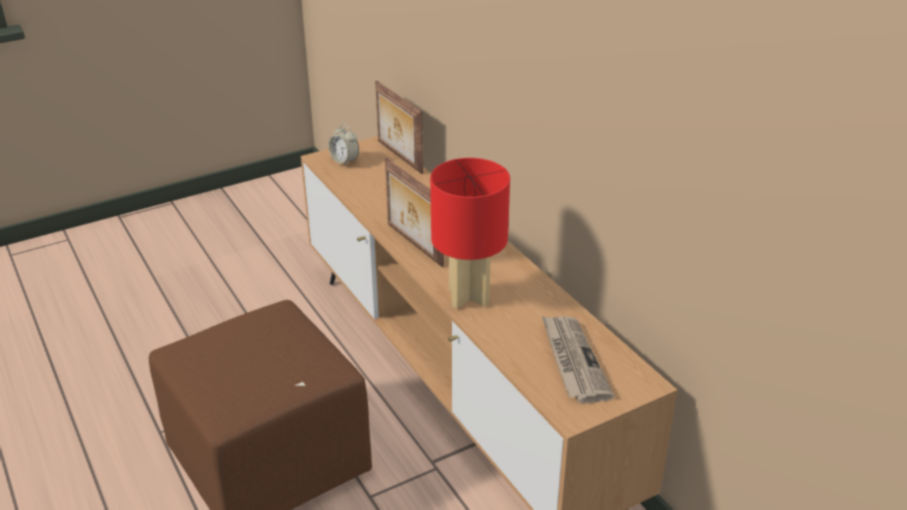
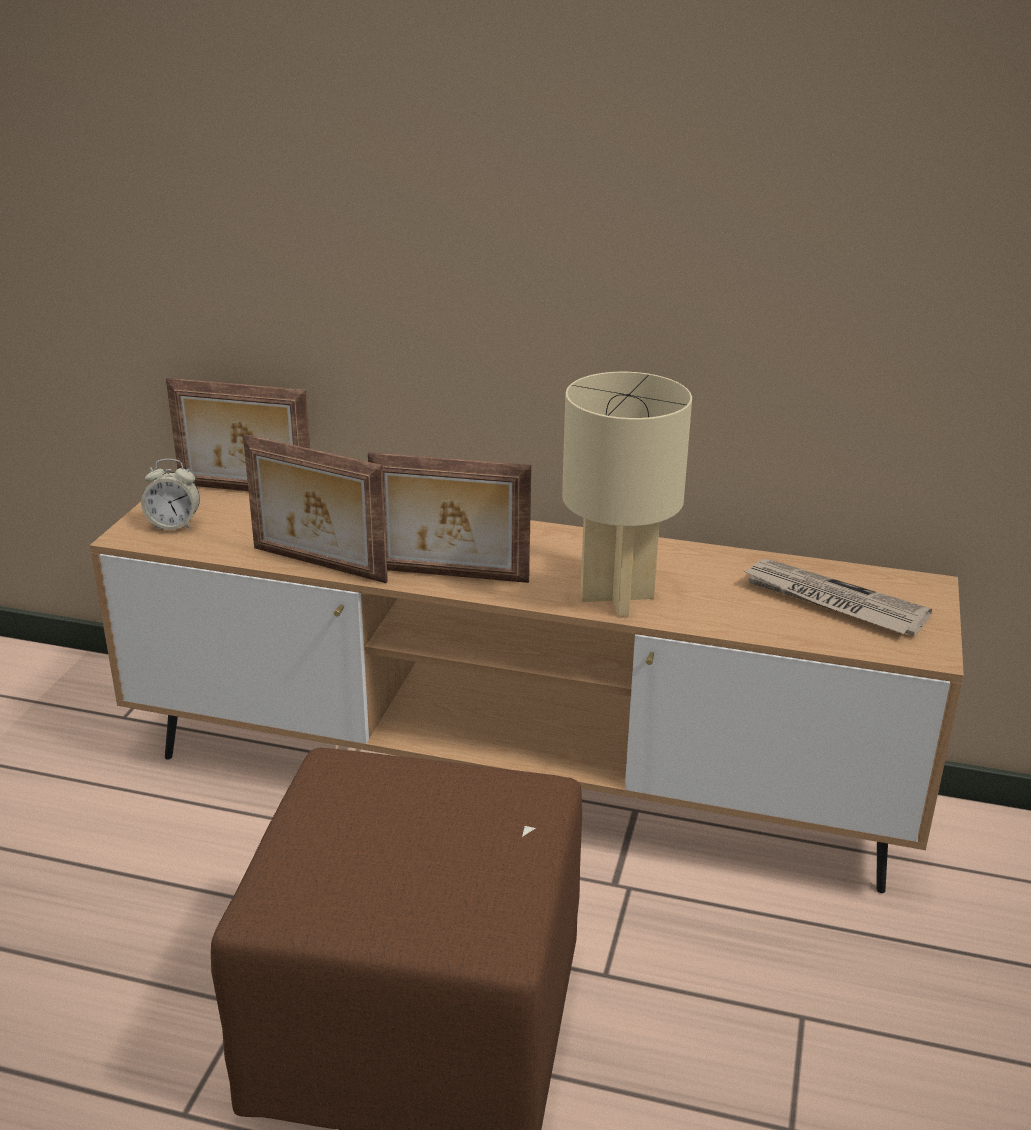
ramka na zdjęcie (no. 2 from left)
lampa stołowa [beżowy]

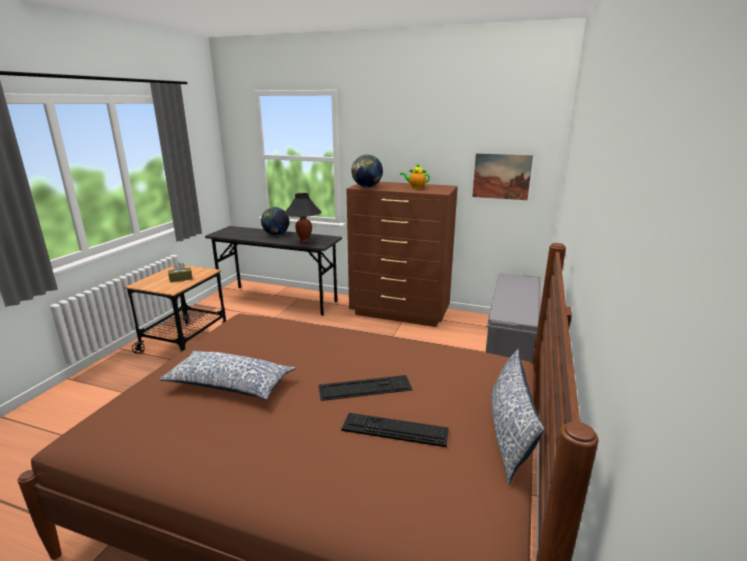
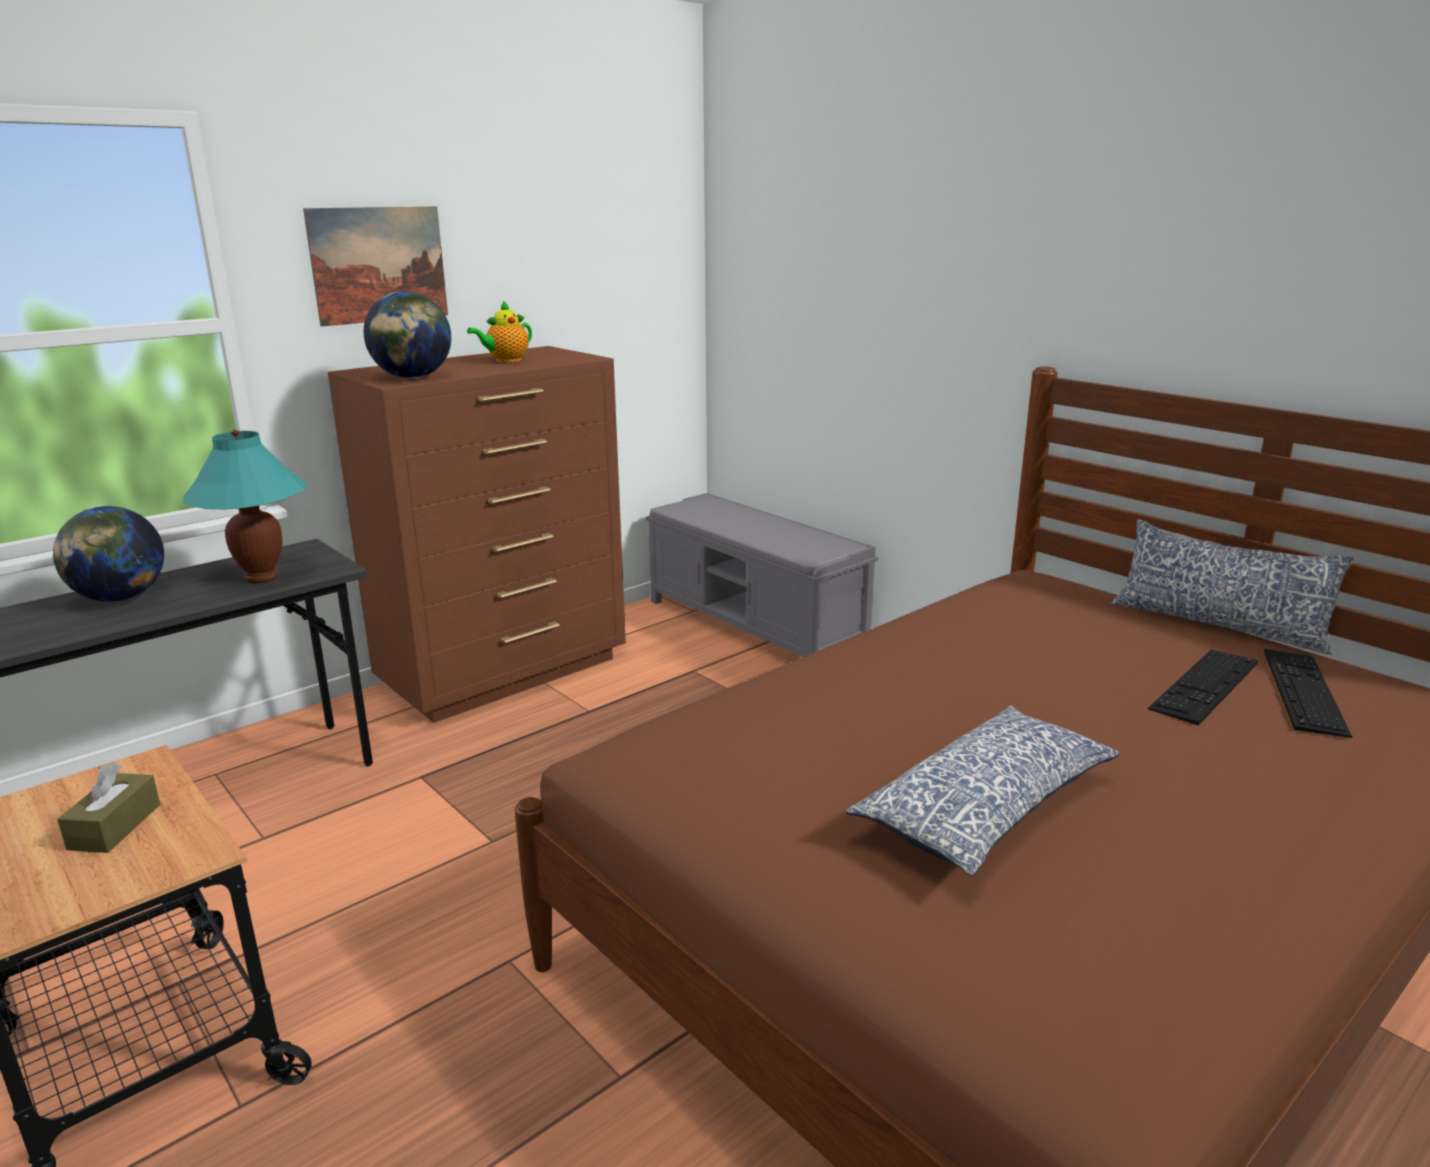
klawiatura (no. 2 from left)
obraz
lampa stołowa [turkusowy]

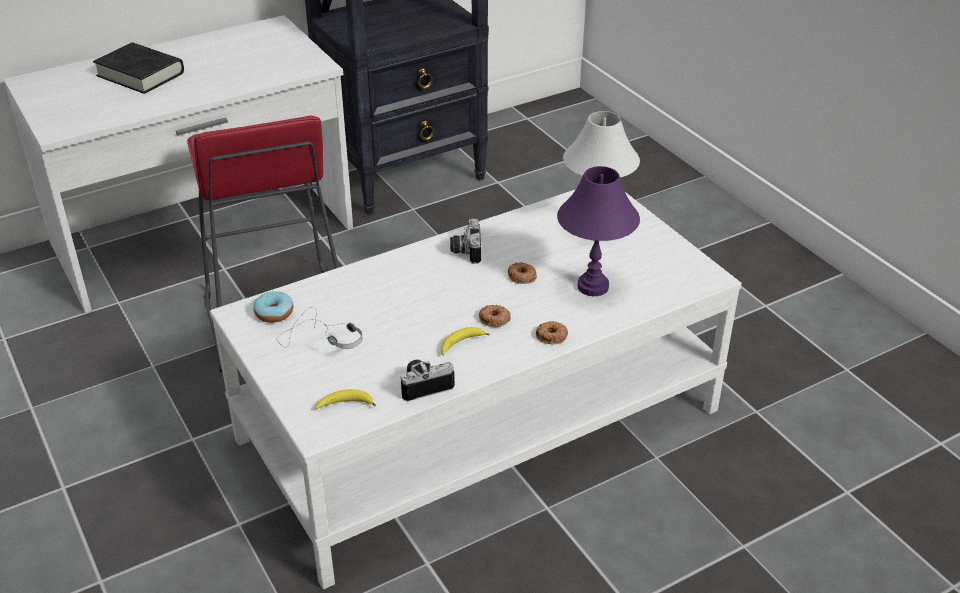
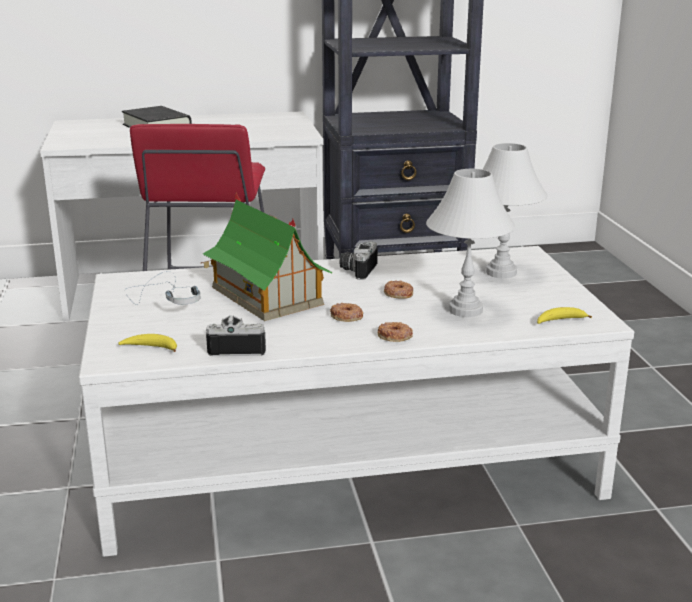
donut (no. 1 from left in the first image)
domek
banan (no. 2 from left)
lampa stołowa [biały] (no. 1 from left)

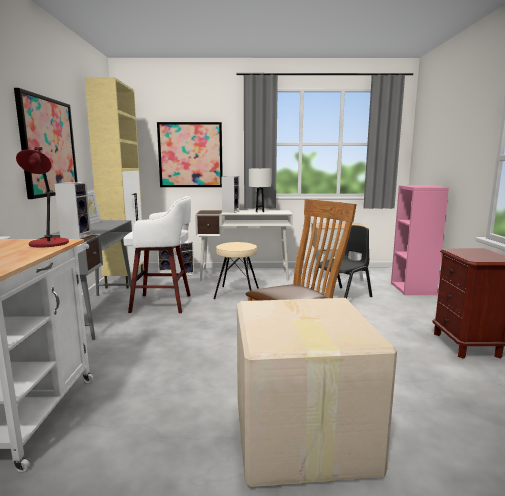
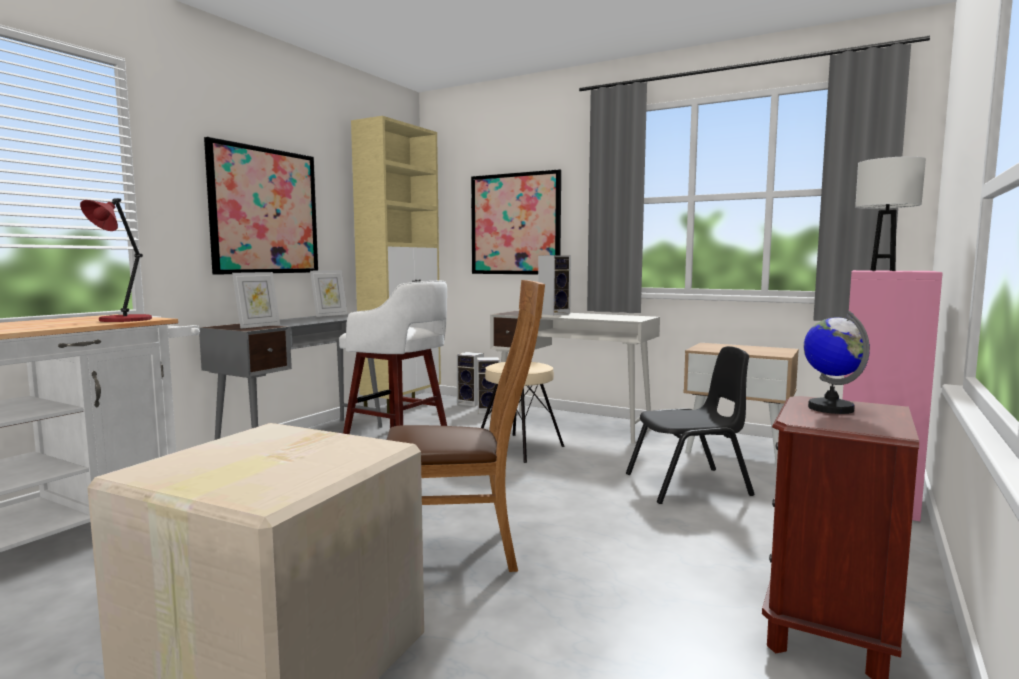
globus
lampa stołowa [biały]
ramka na zdjęcie (no. 1 from left)

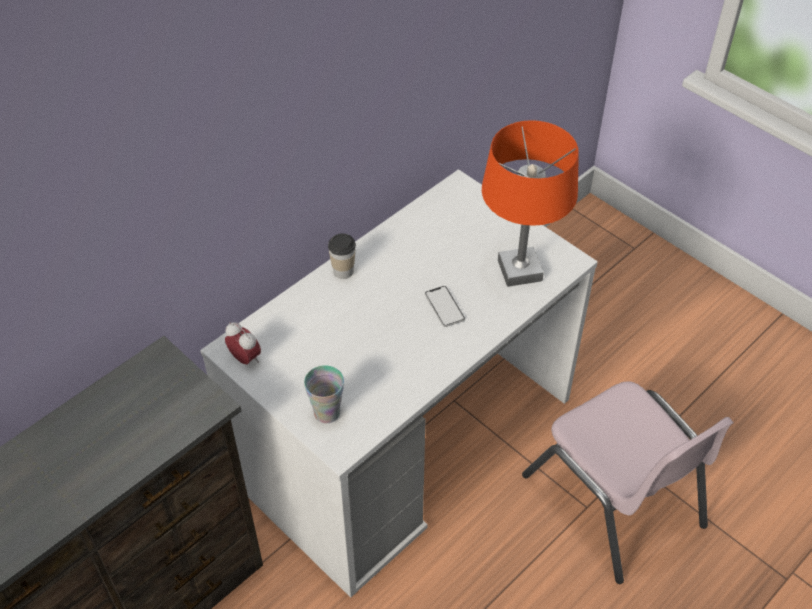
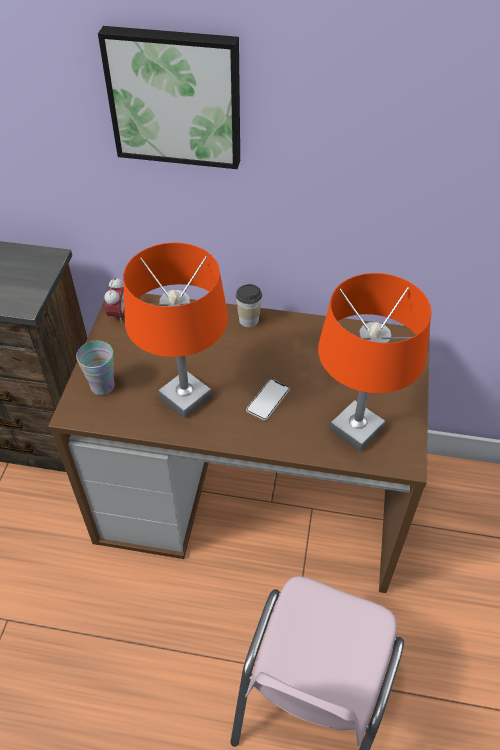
obraz
lampa stołowa [pomarańczowy] (no. 1 from left)
biurko [brązowy]

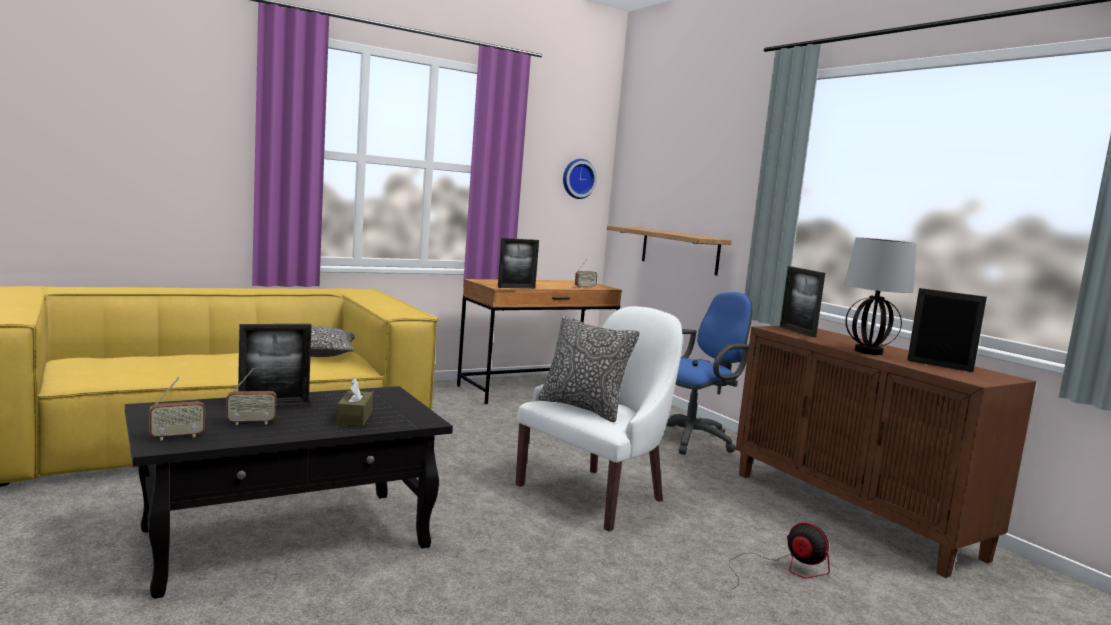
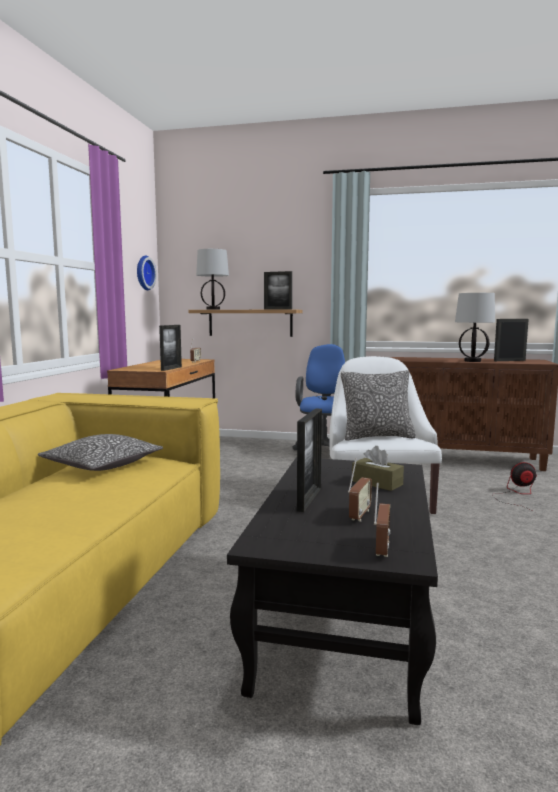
lampa stołowa (no. 1 from left)
ramka na zdjęcie (no. 2 from left)

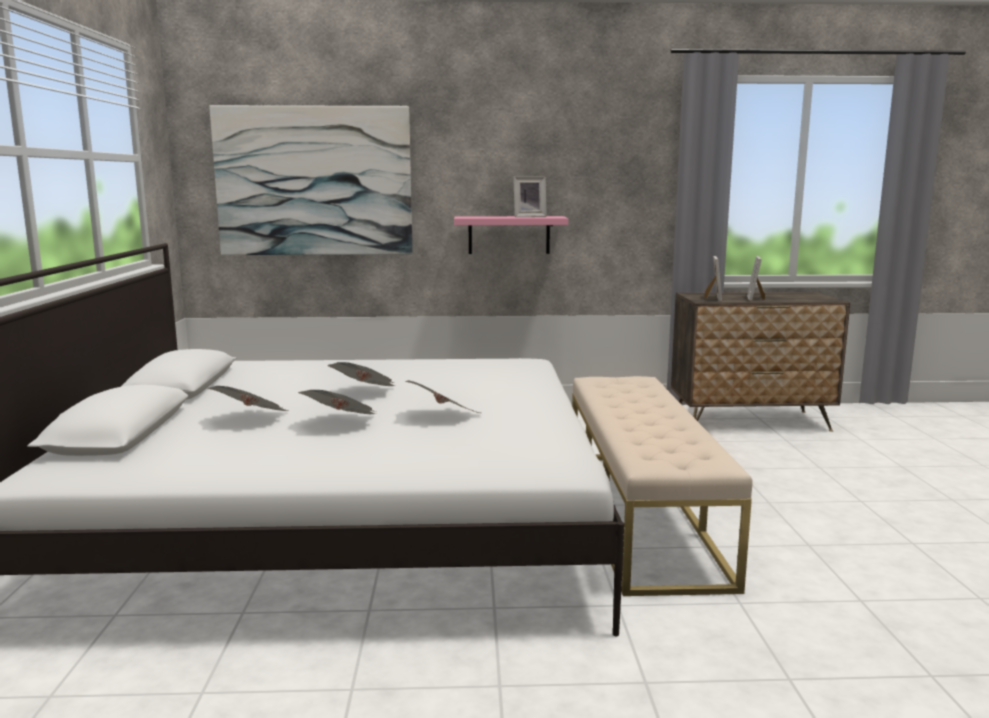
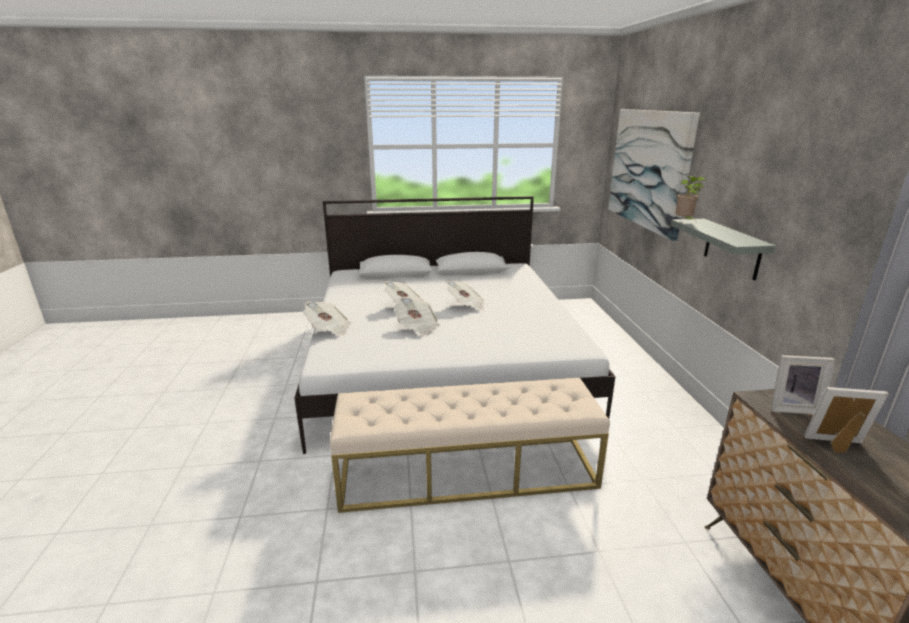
ramka na zdjęcie (no. 1 from left in the first image)
roślina doniczkowa
gazeta (no. 1 from left)
półka [szary]

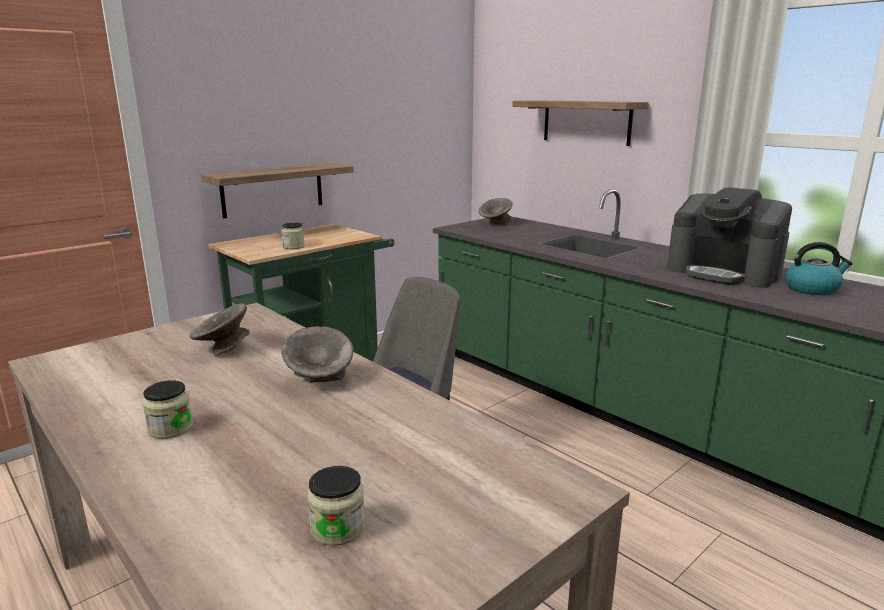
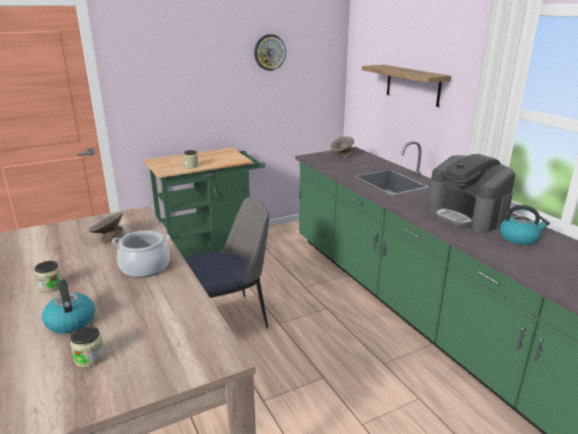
półka (no. 1 from left in the first image)
czajnik (no. 1 from left)
zegar ścienny
garnek

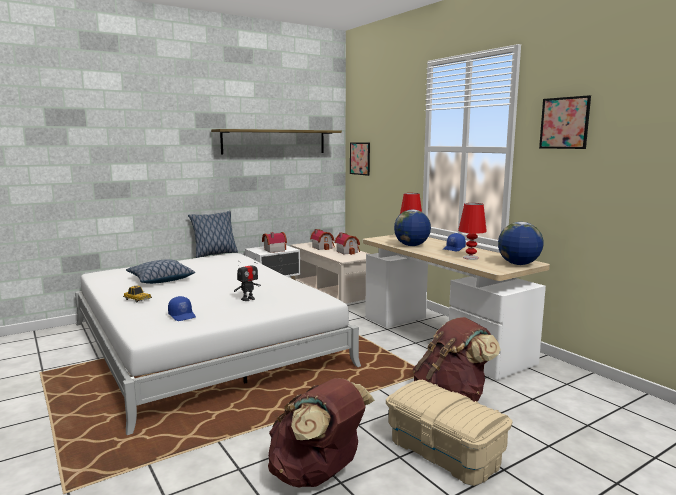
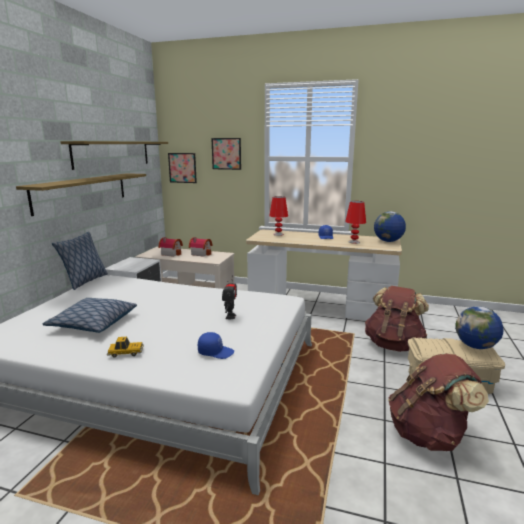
domek (no. 1 from left in the first image)
półka (no. 1 from left)
globus (no. 2 from left)
obraz (no. 2 from left)

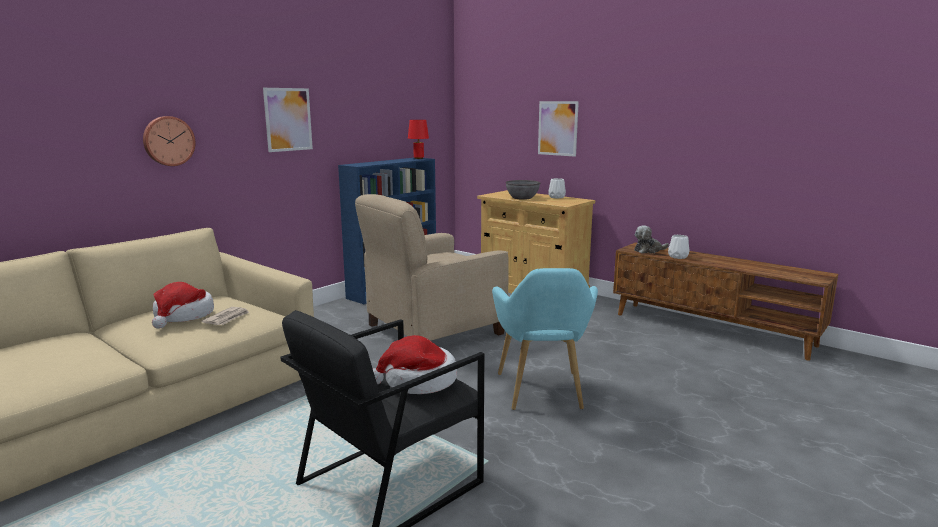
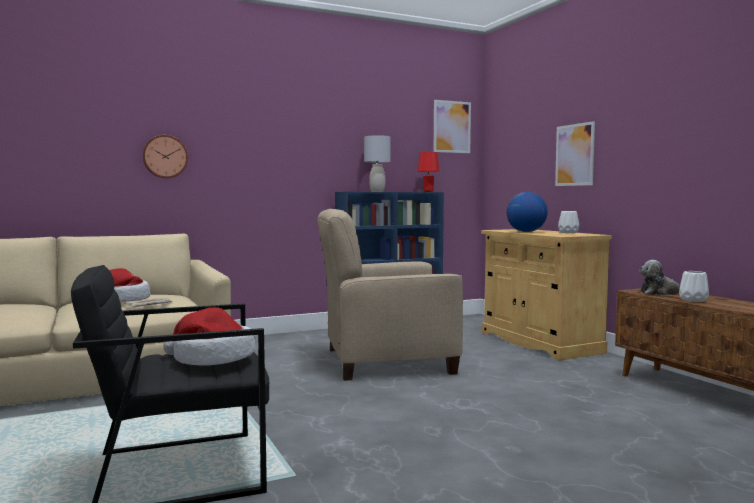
fotel [turkusowy]
lampa stołowa [szary]
obraz (no. 1 from left)
globus

